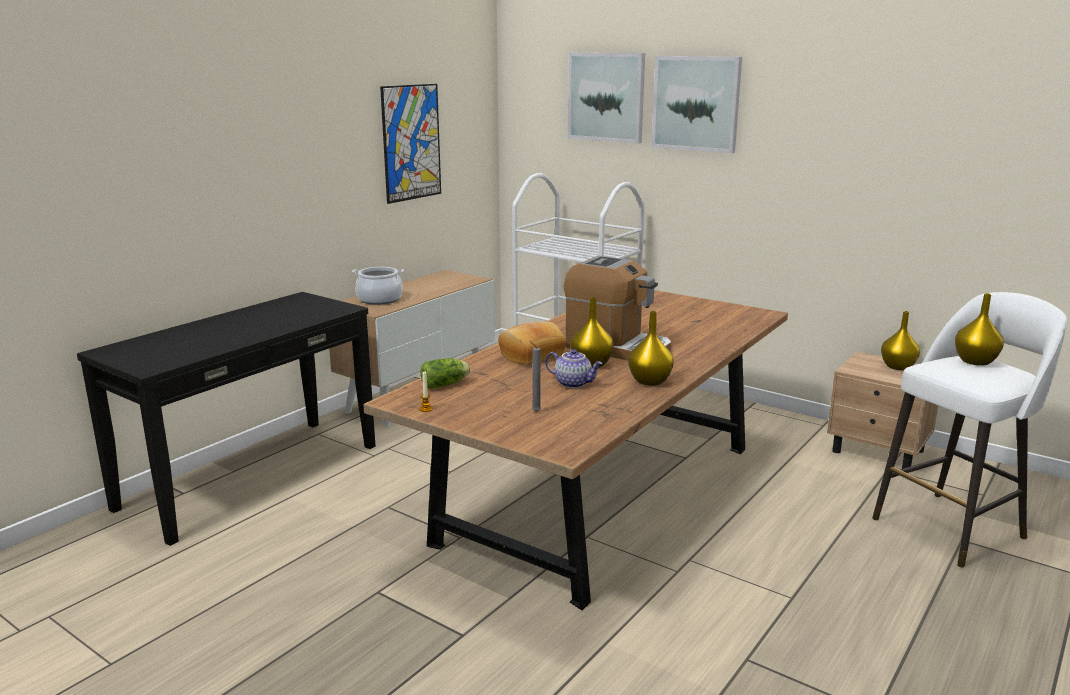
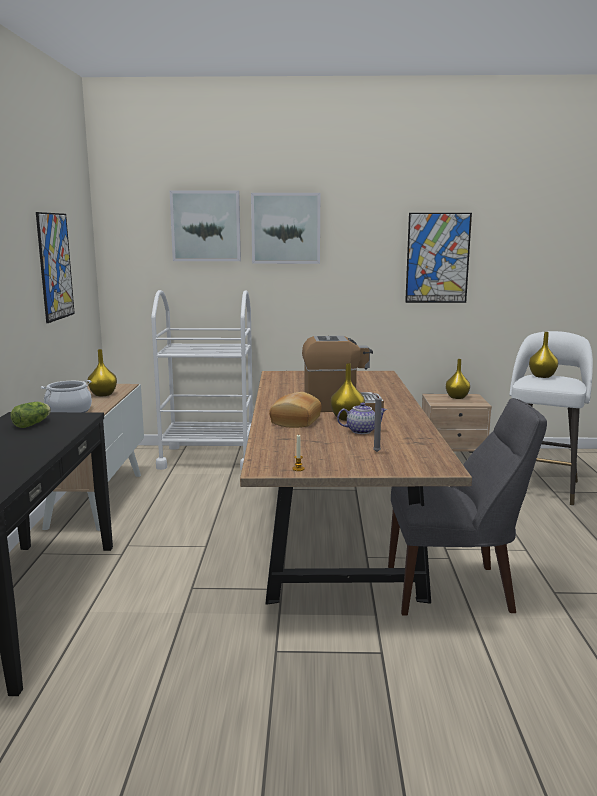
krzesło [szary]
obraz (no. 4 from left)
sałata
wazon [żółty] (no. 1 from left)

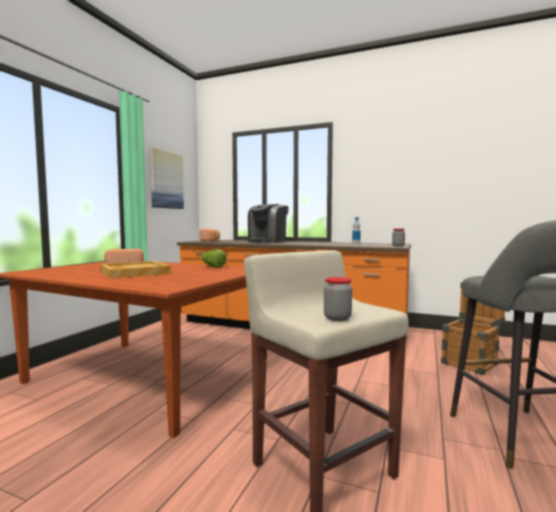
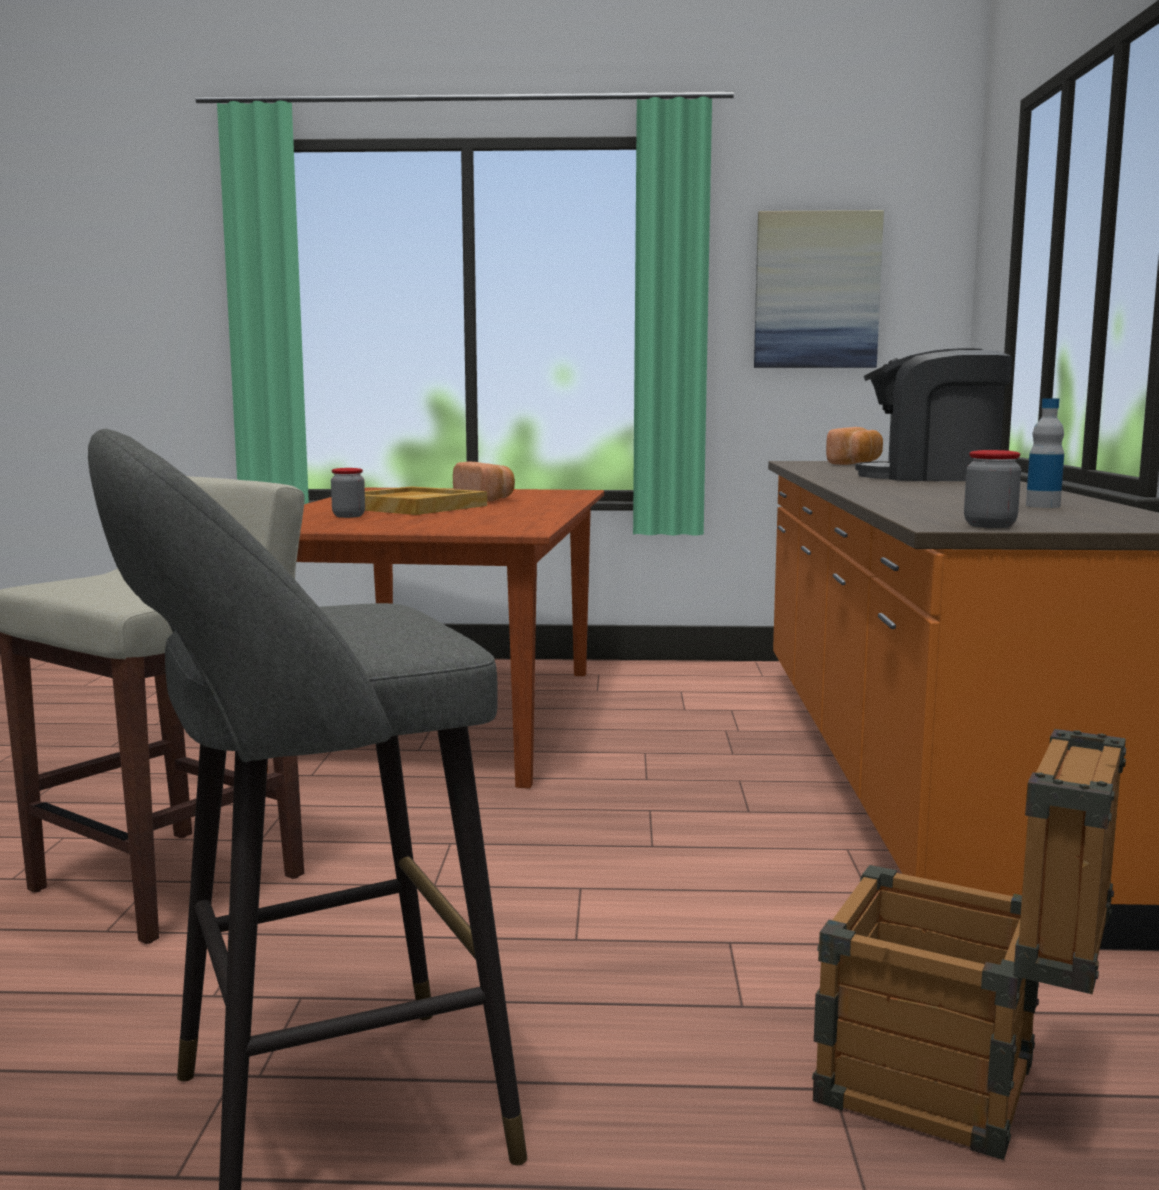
sałata
słoik (no. 1 from left)

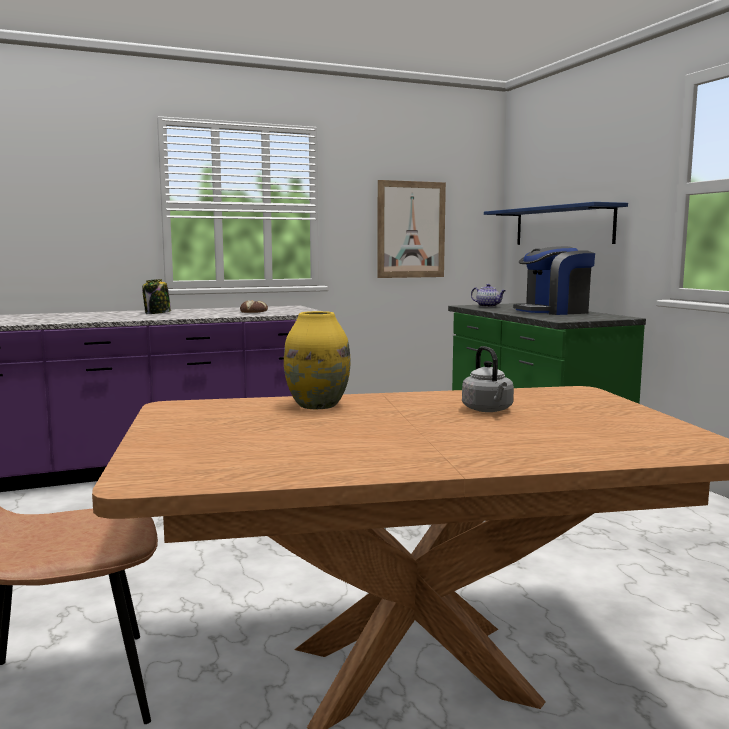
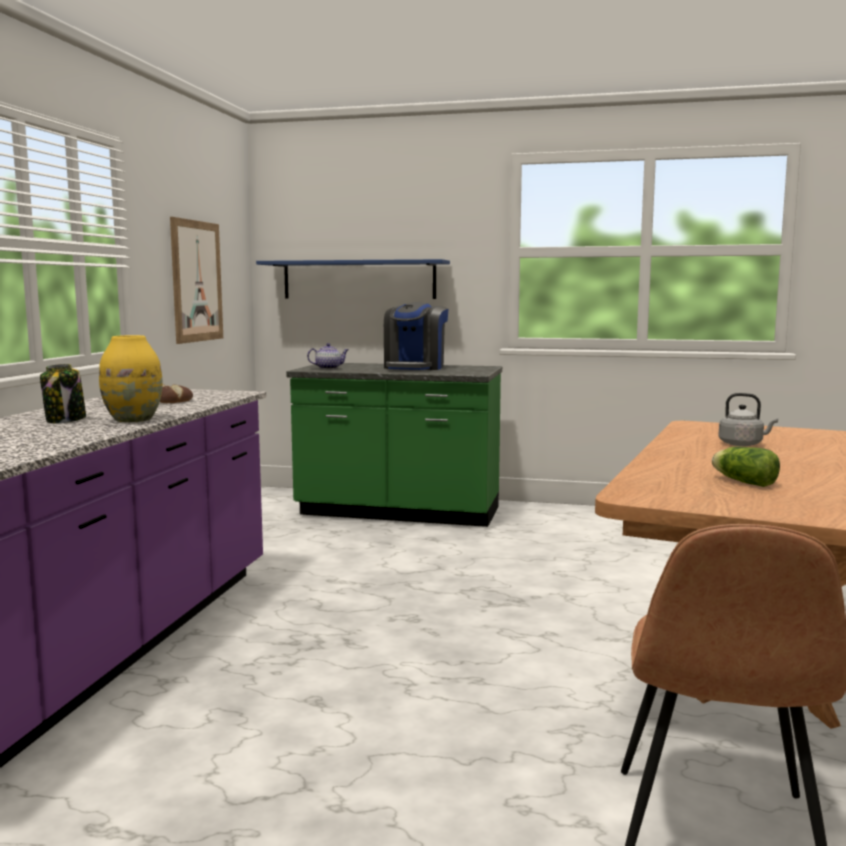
sałata
wazon [żółty]

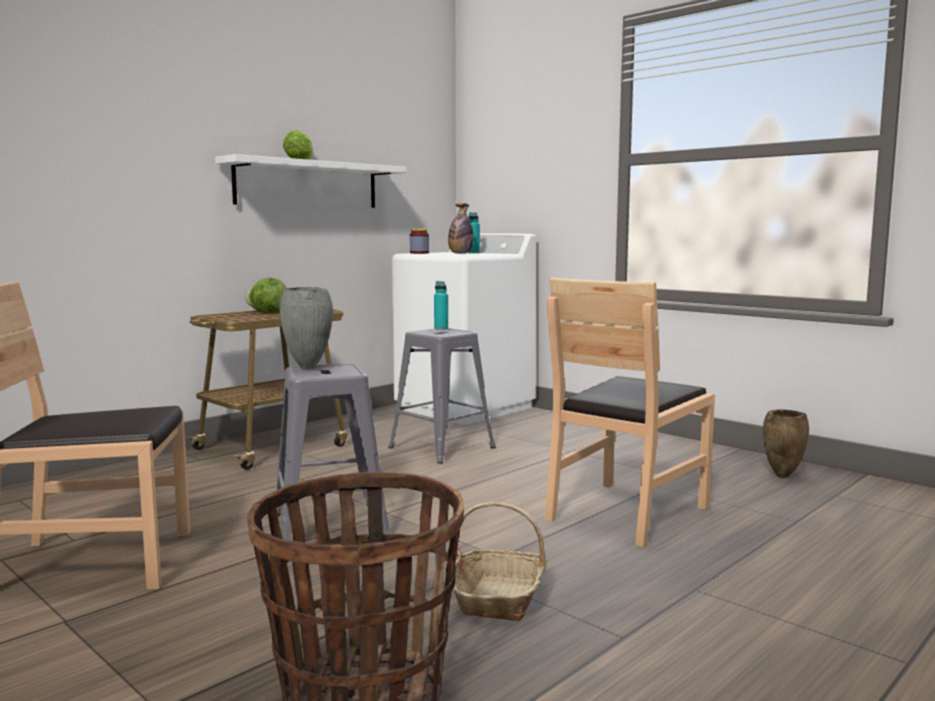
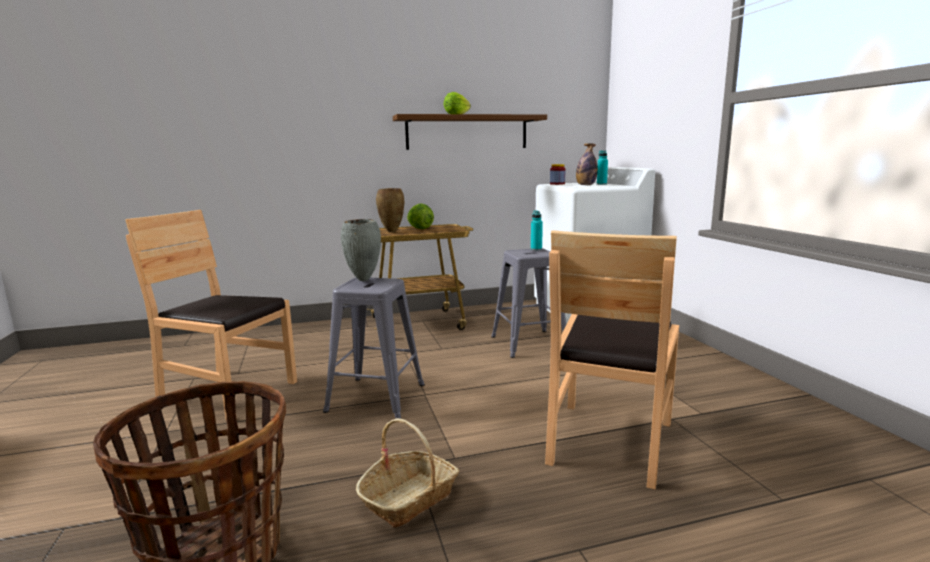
wazon [brązowy]
półka [brązowy]
krzesło [brązowy] (no. 2 from left)

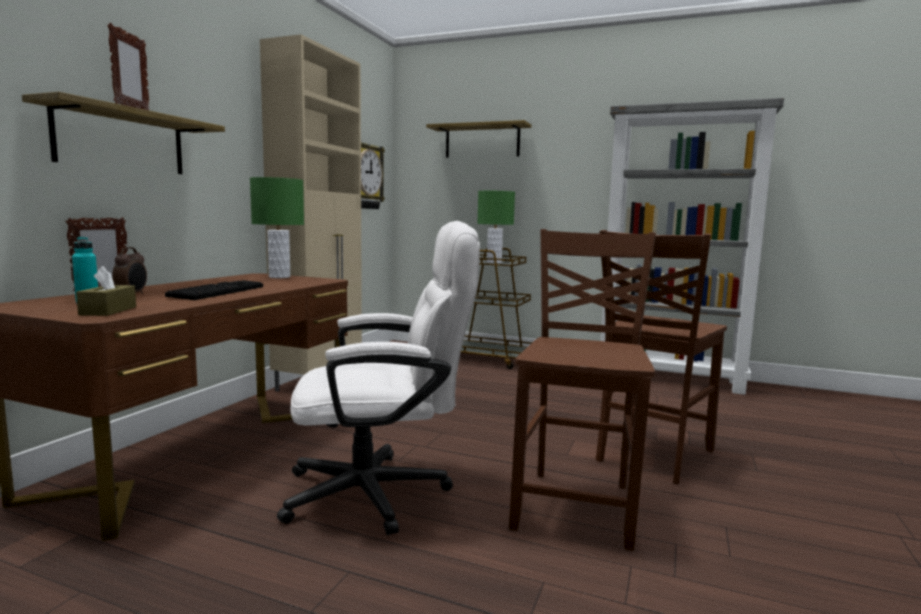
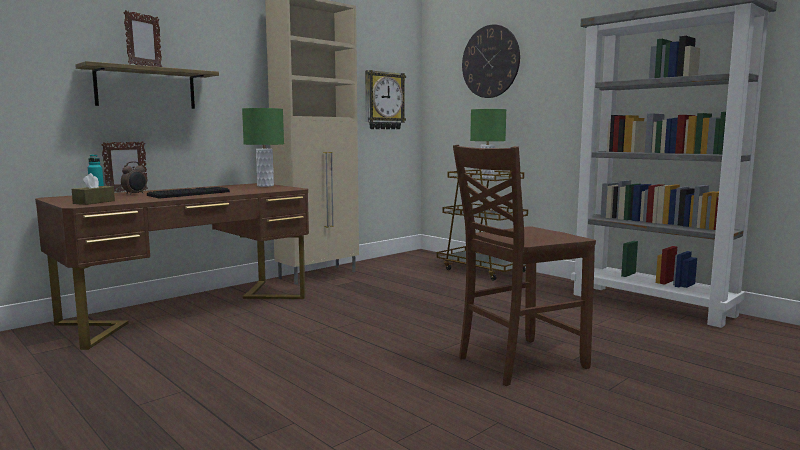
krzesło biurowe [biały]
krzesło [brązowy] (no. 1 from left in the first image)
zegar ścienny (no. 2 from left)

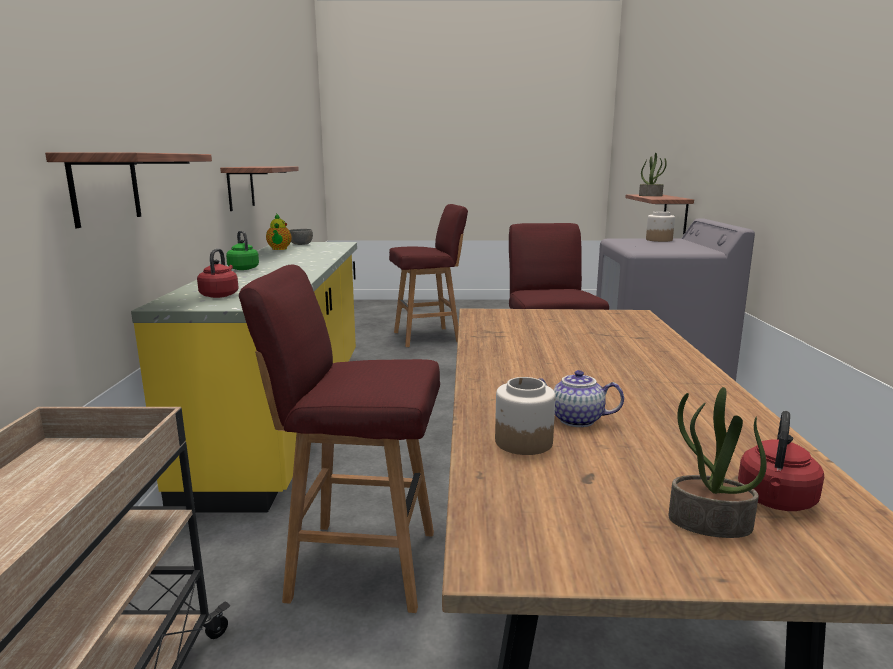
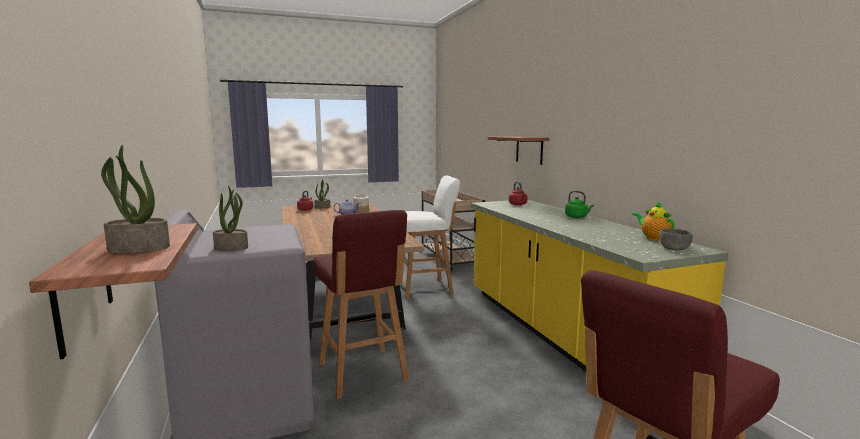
półka (no. 2 from left in the first image)
roślina doniczkowa (no. 2 from left)
stołek [biały]

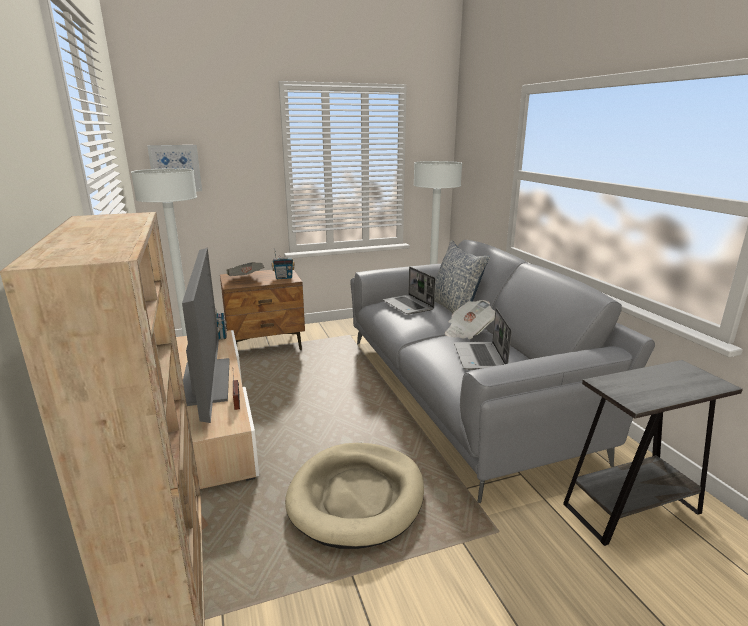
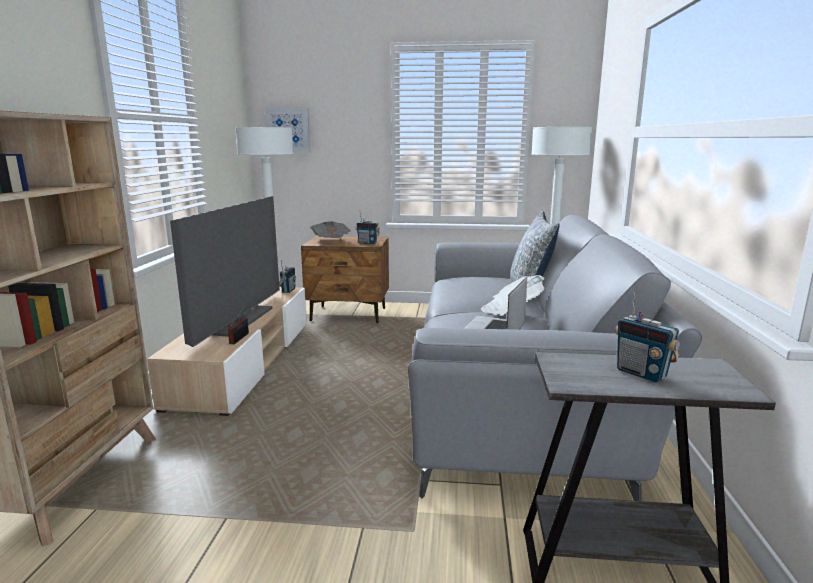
legowisko [beżowy]
laptop (no. 1 from left in the first image)
radio (no. 4 from left)

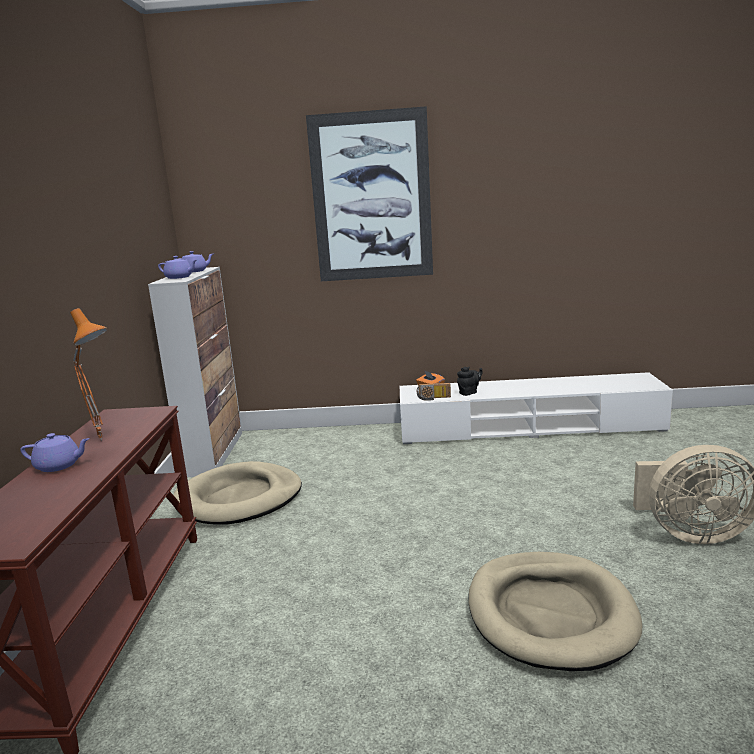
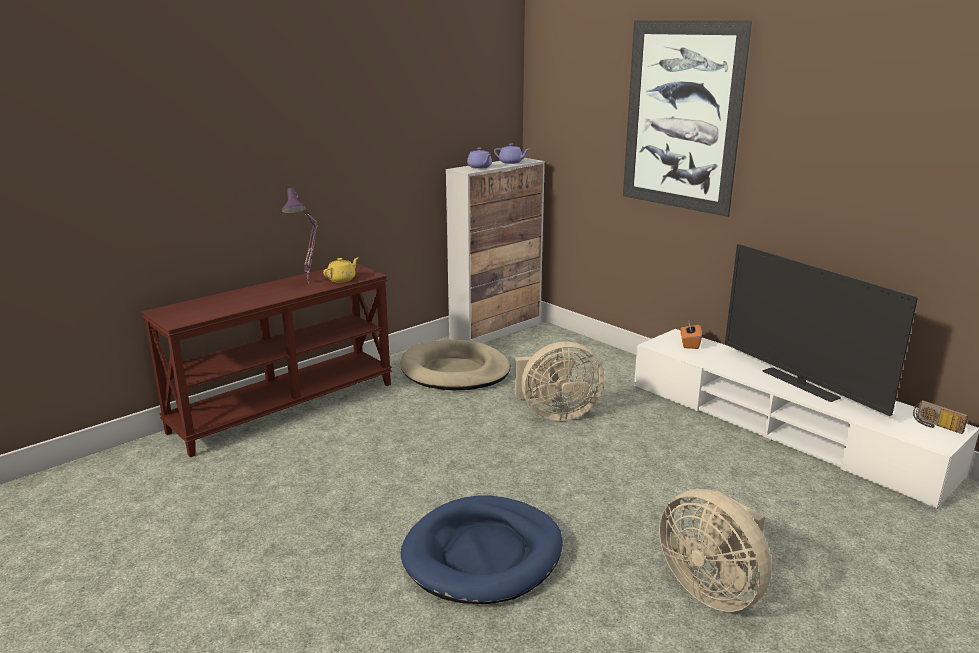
imbryk [fioletowy] (no. 1 from left in the first image)
imbryk [czarny]
imbryk [żółty]
wentylator [beżowy] (no. 1 from left)
telewizor
radio
lampa stołowa [fioletowy]
legowisko [niebieski]

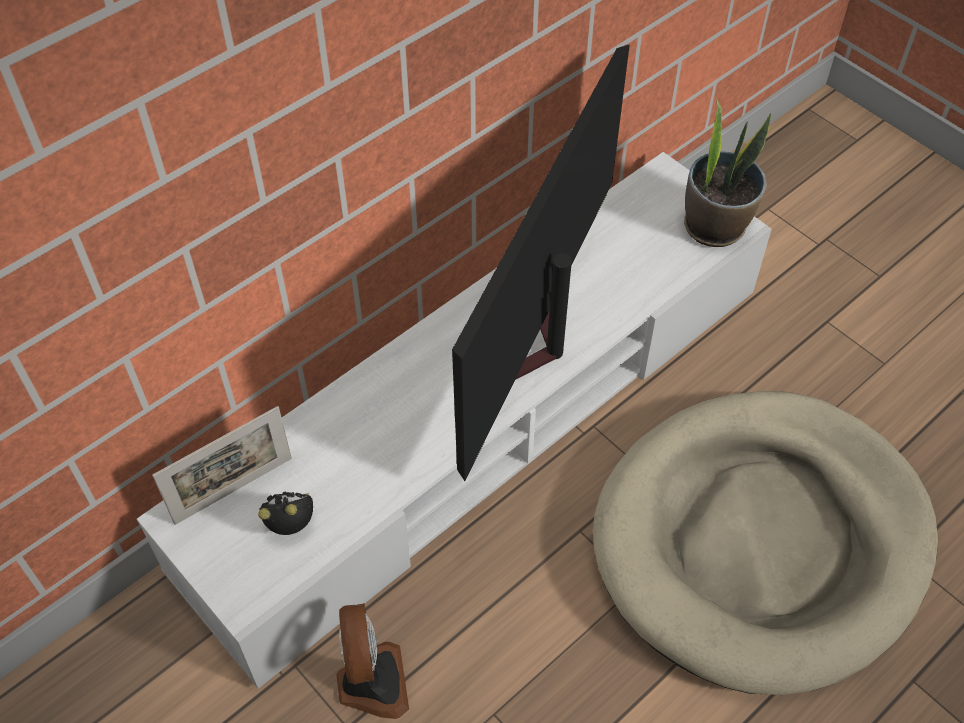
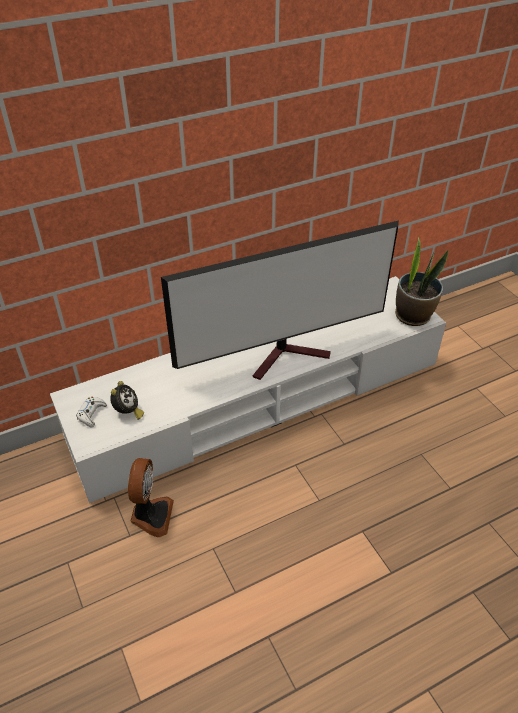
ramka na zdjęcie
legowisko [beżowy]
pad do gier [biały]
budzik
telewizor

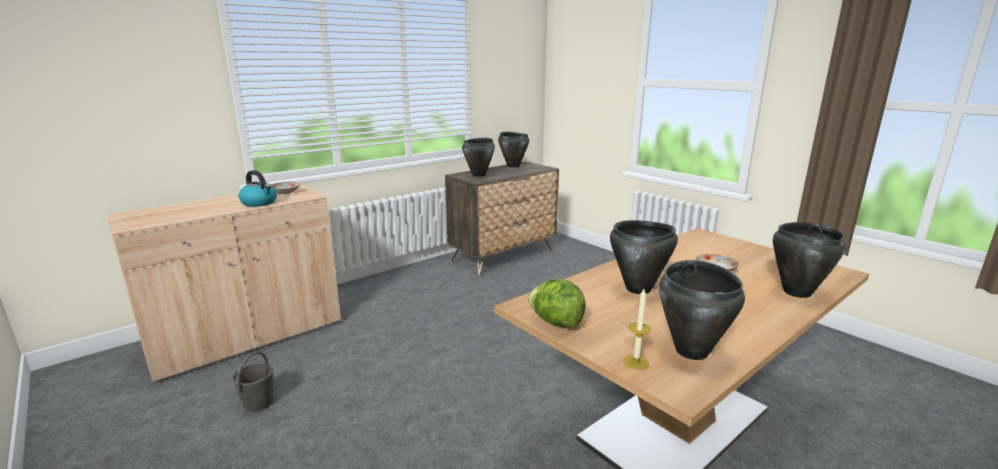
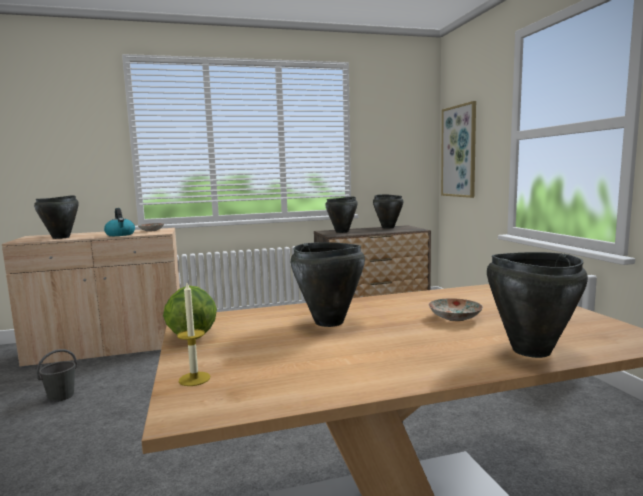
obraz
garnek [czarny] (no. 1 from left)

